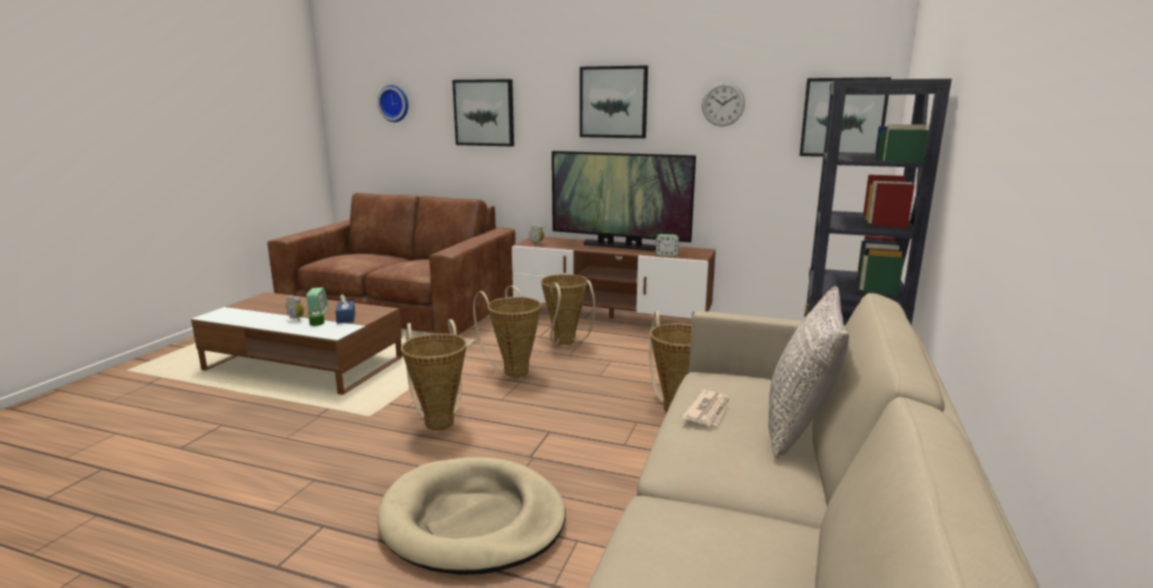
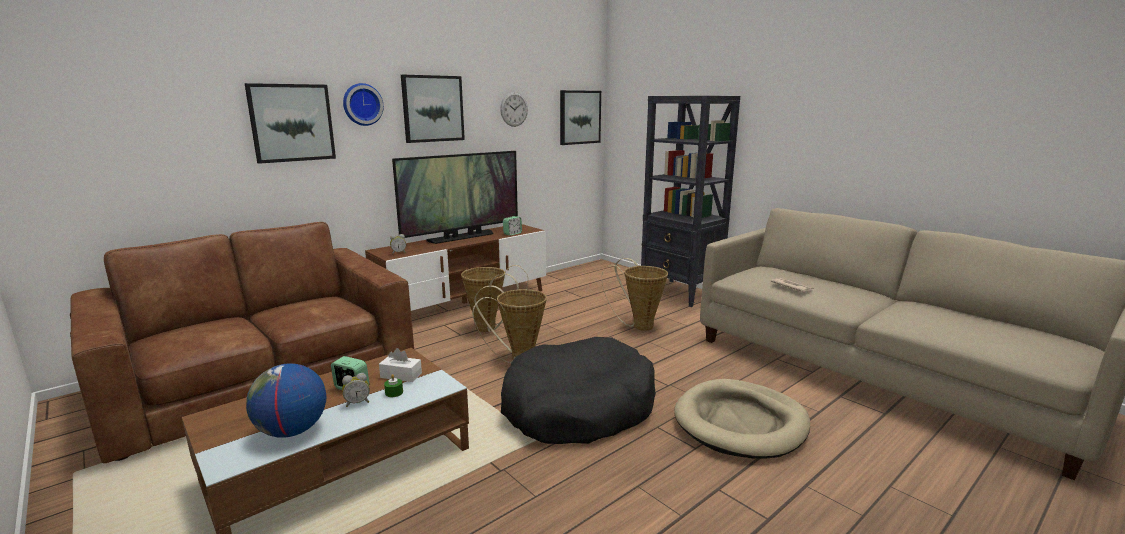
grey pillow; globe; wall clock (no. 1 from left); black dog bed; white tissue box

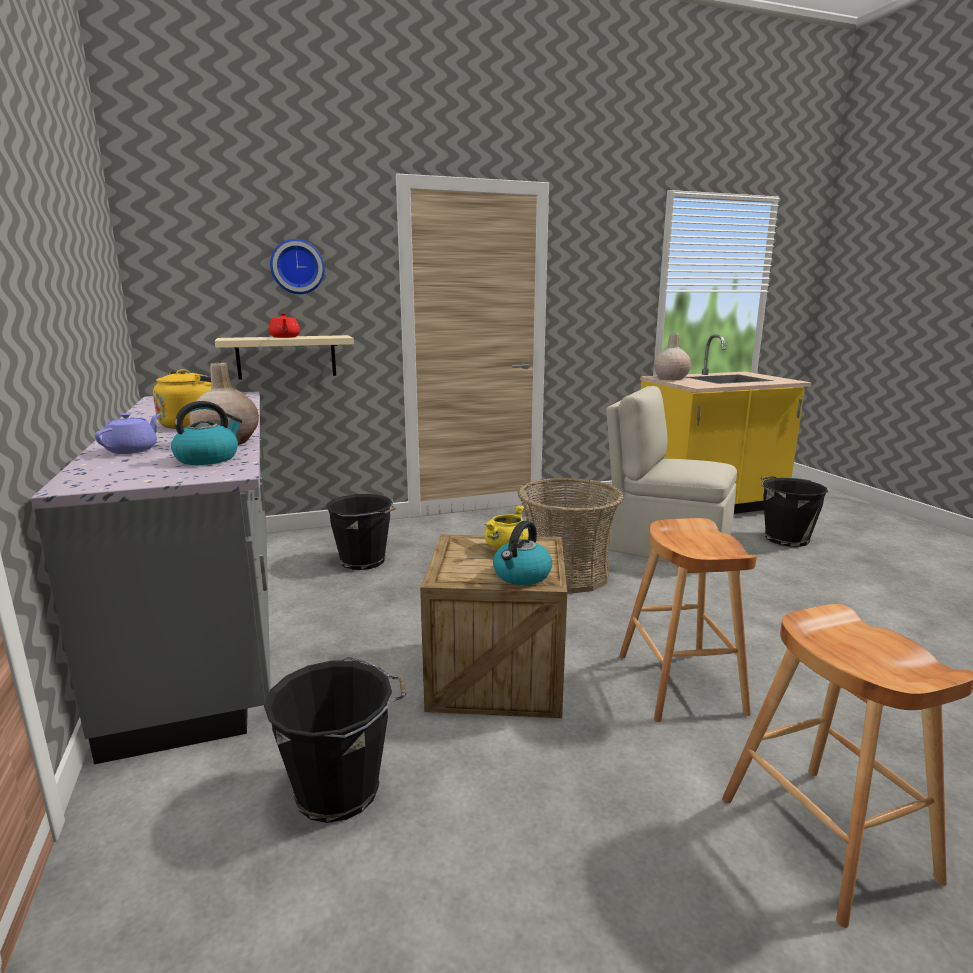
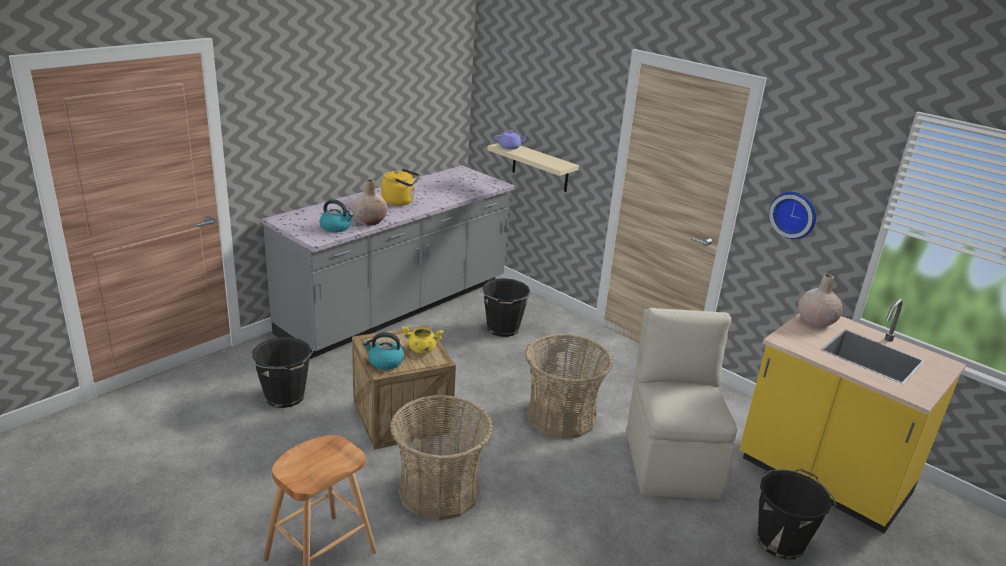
red teapot; purple teapot; wall clock; basket (no. 1 from left)

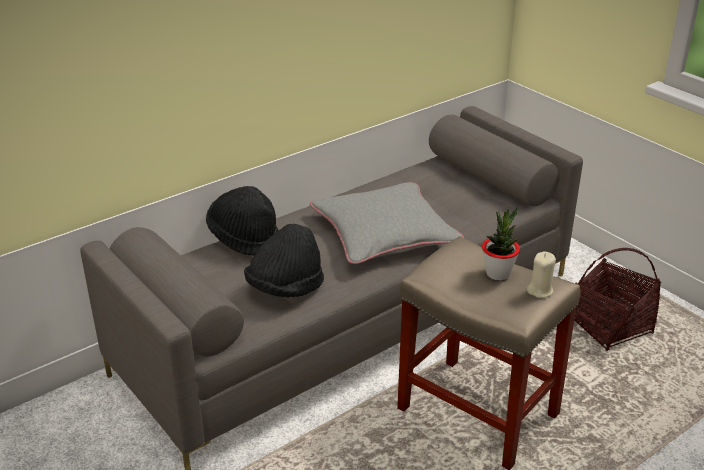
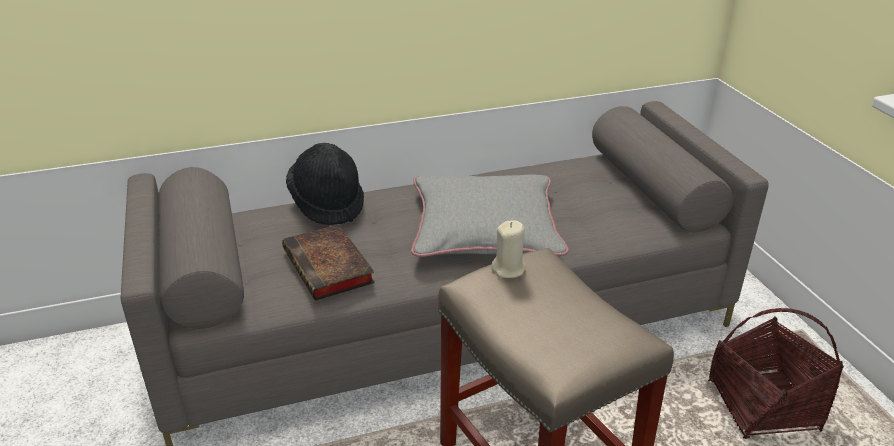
potted plant; beige candle; book

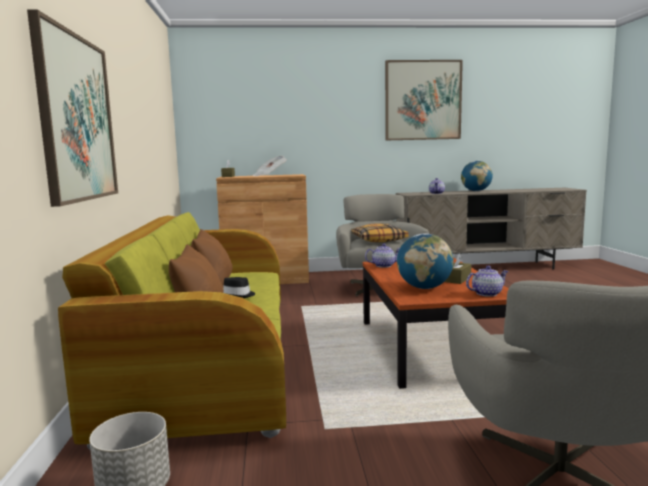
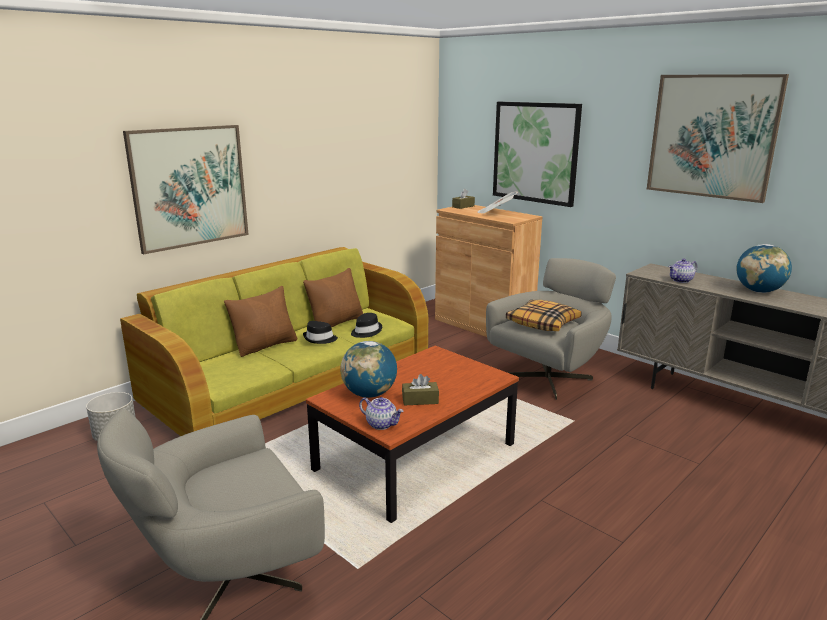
teapot (no. 1 from left in the first image); black hat (no. 2 from left); picture (no. 2 from left)

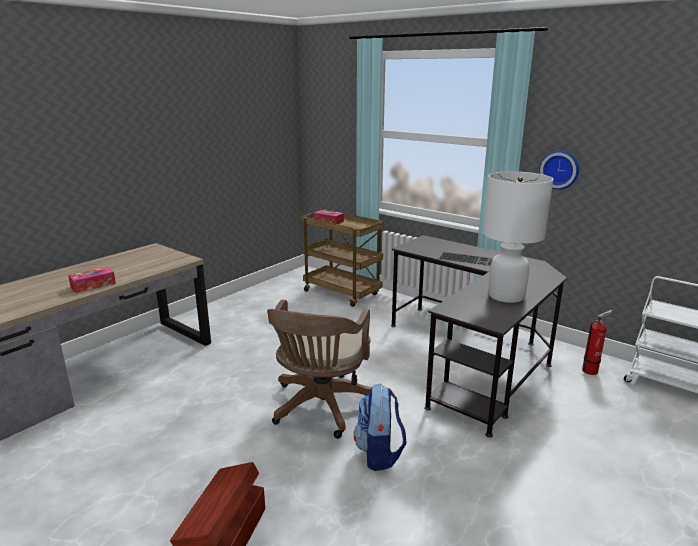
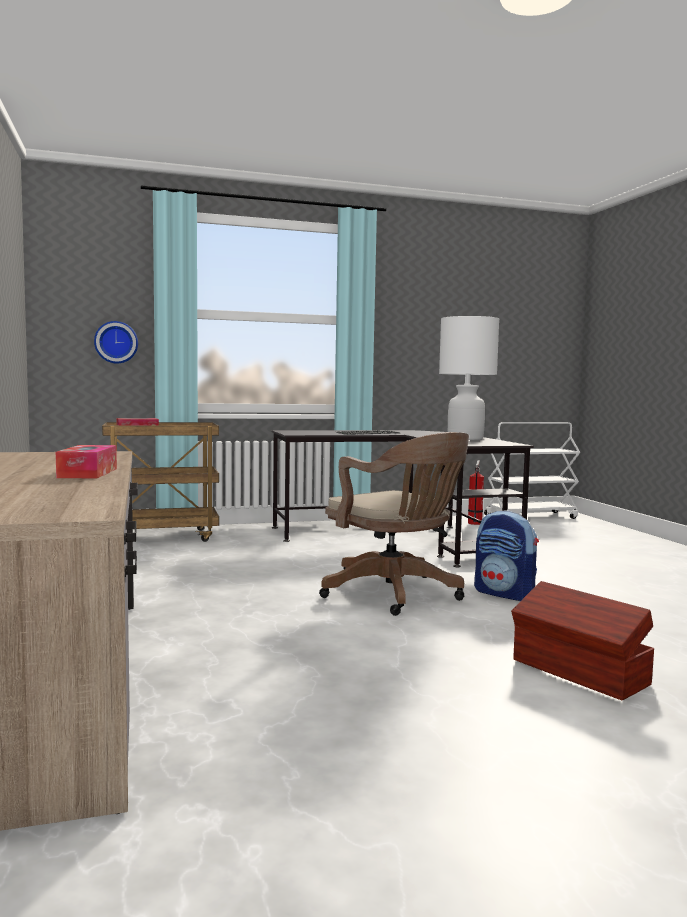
wall clock

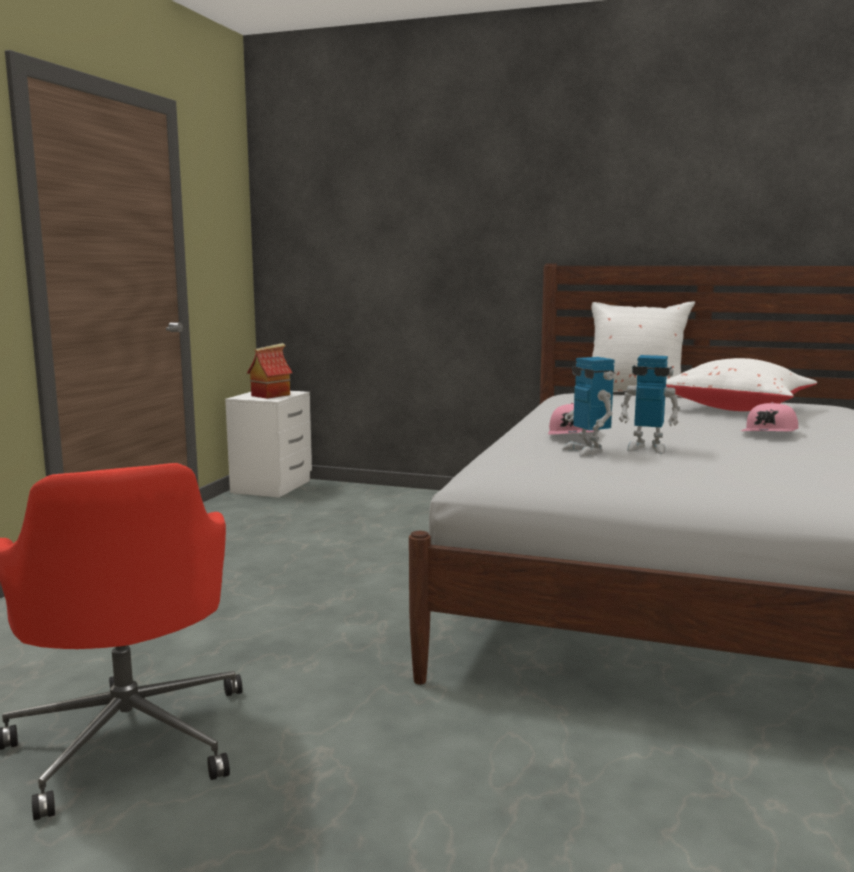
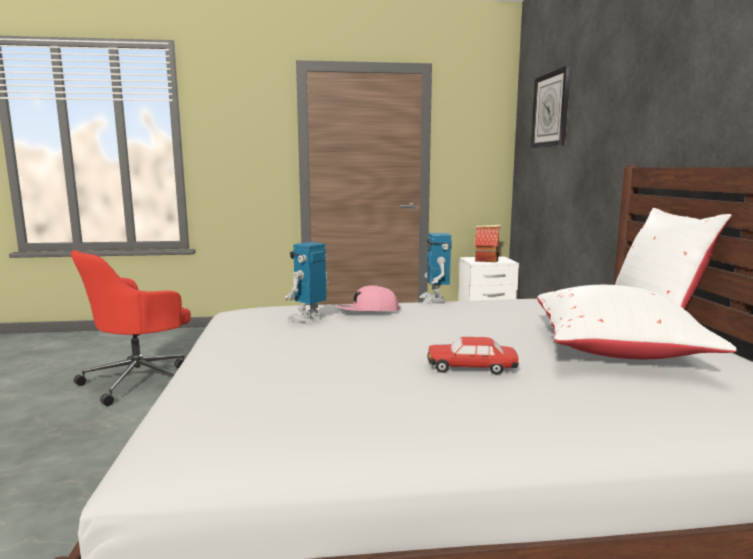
wall clock; toy robot (no. 2 from left); toy car

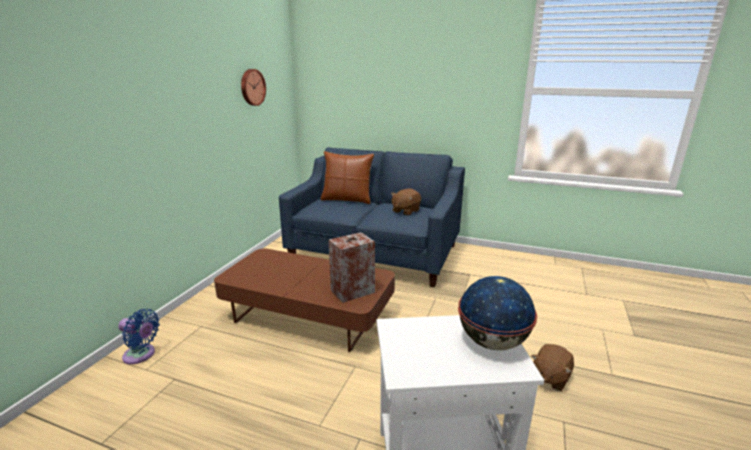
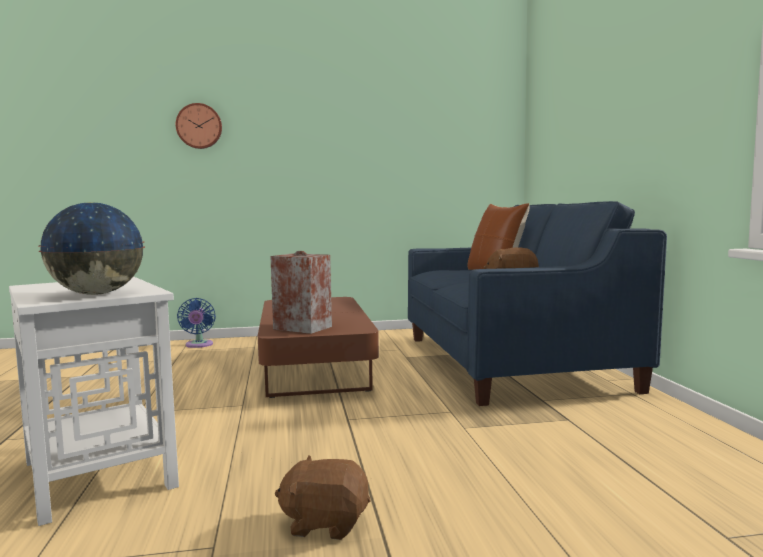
wall clock

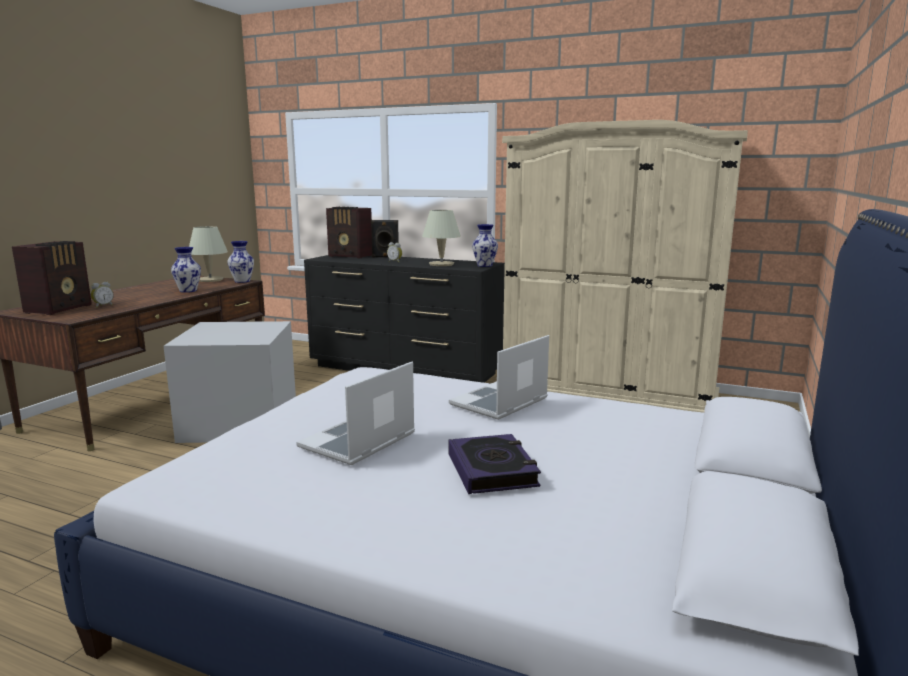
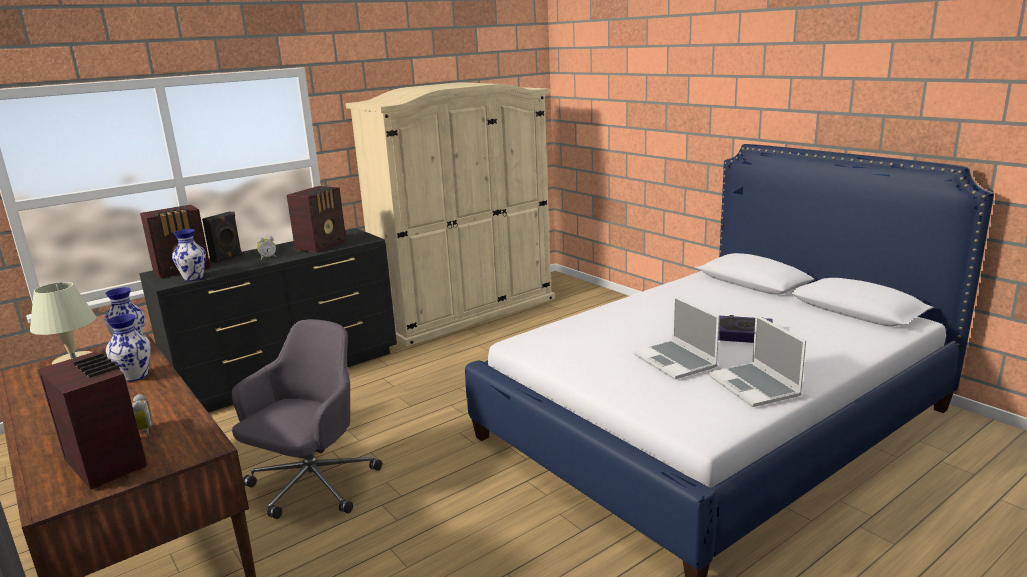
laptop (no. 2 from left); vase (no. 3 from left); grey office chair; radio (no. 3 from left)

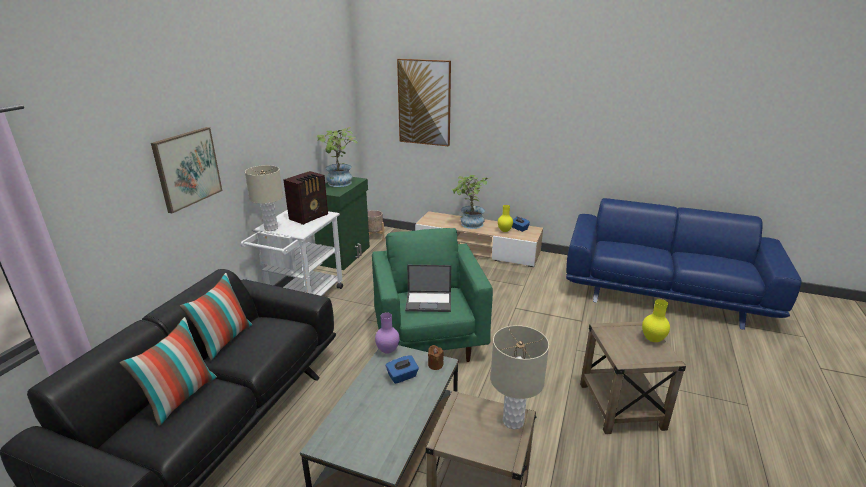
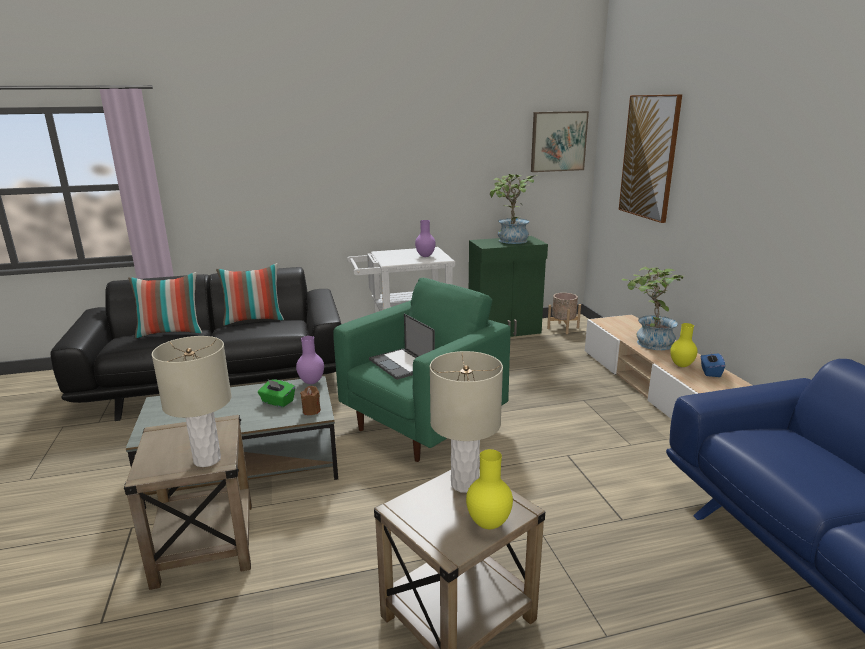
picture (no. 1 from left); beige table lamp (no. 2 from left); purple vase (no. 2 from left); green tissue box

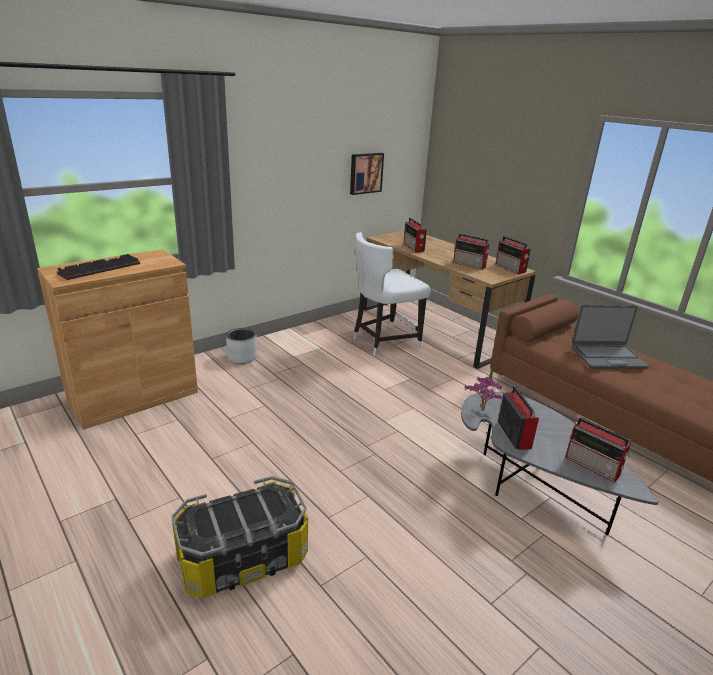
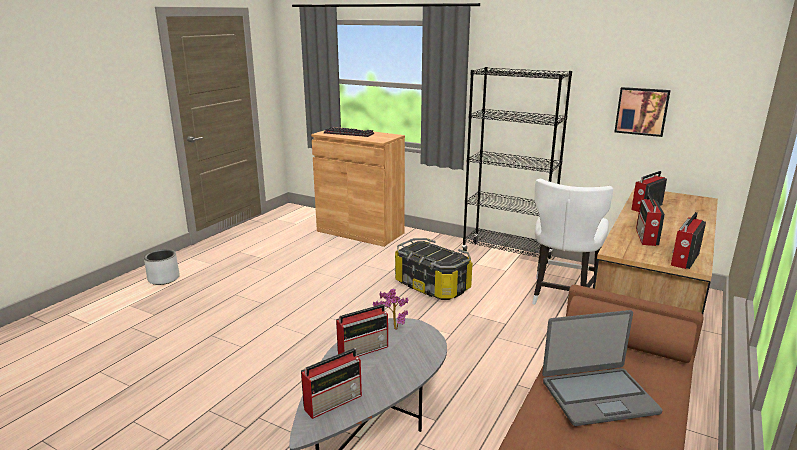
black bookcase; storage box; grey planter; white chair; radio (no. 1 from left); laptop

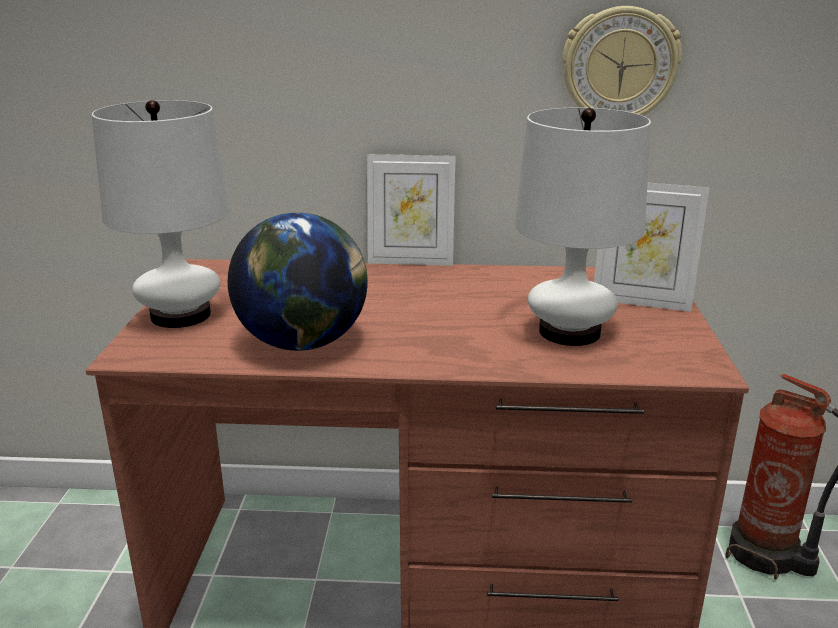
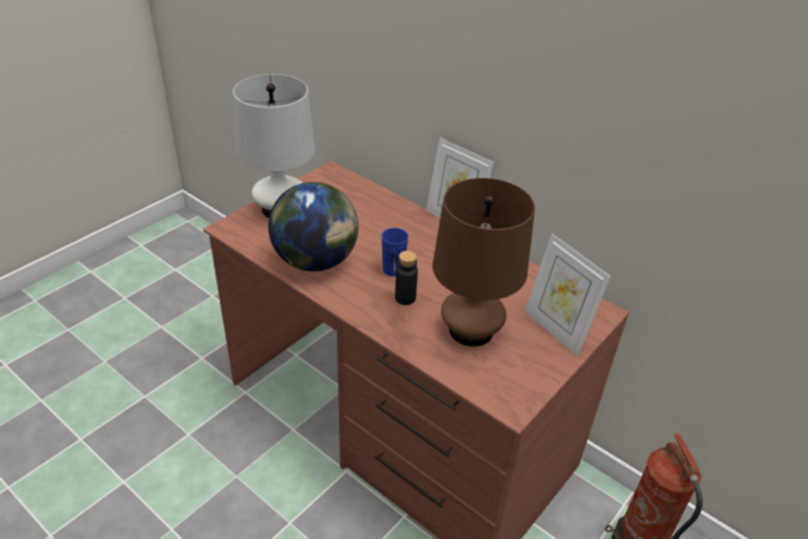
wall clock; blue cup; black bottle; brown table lamp

